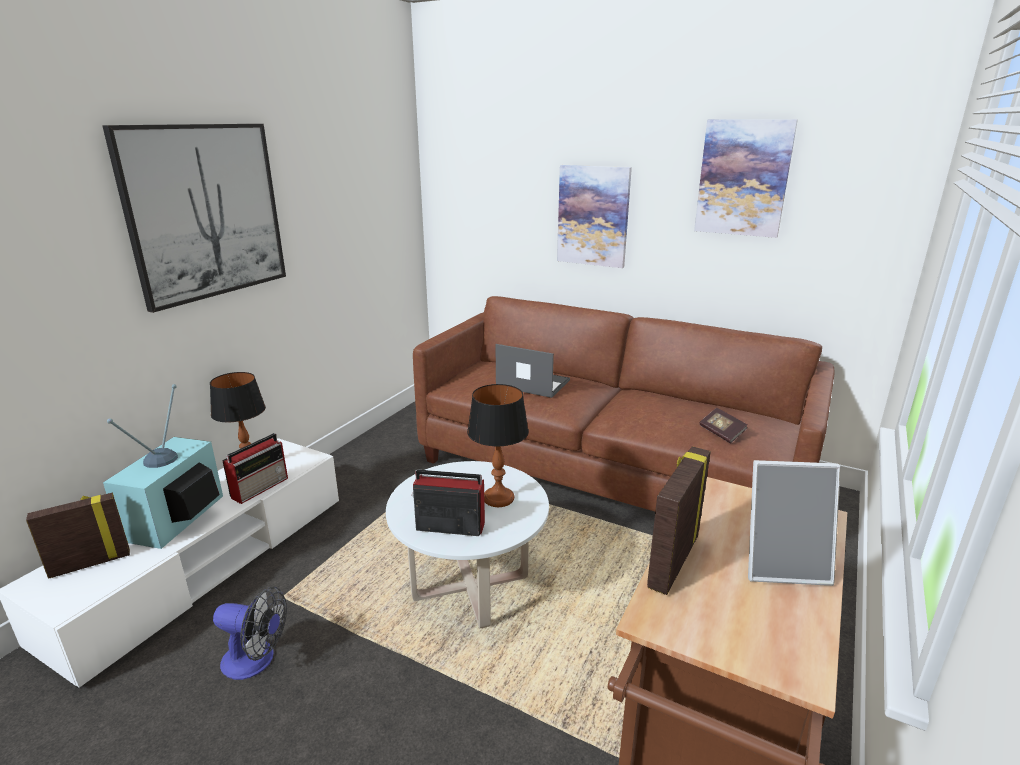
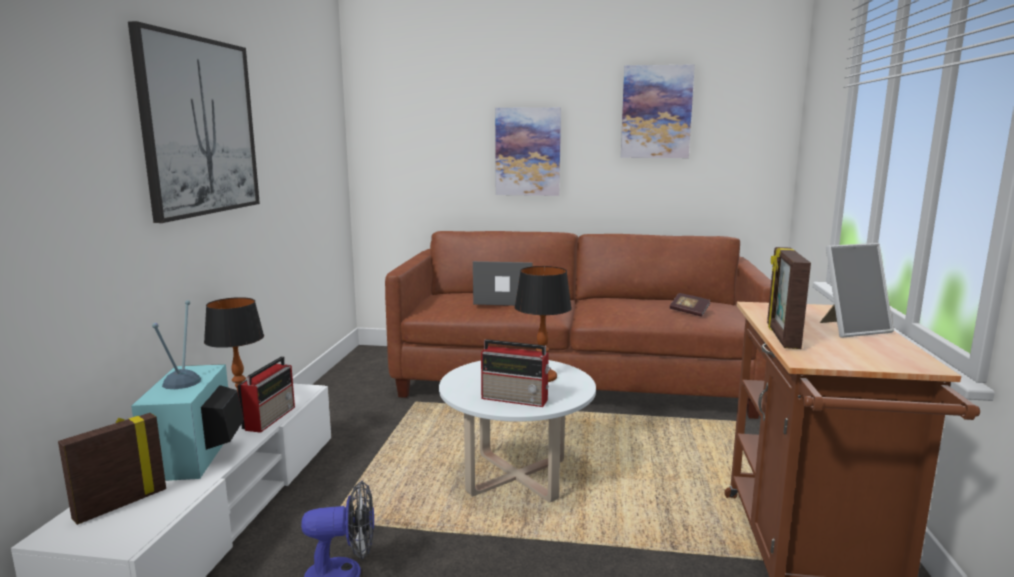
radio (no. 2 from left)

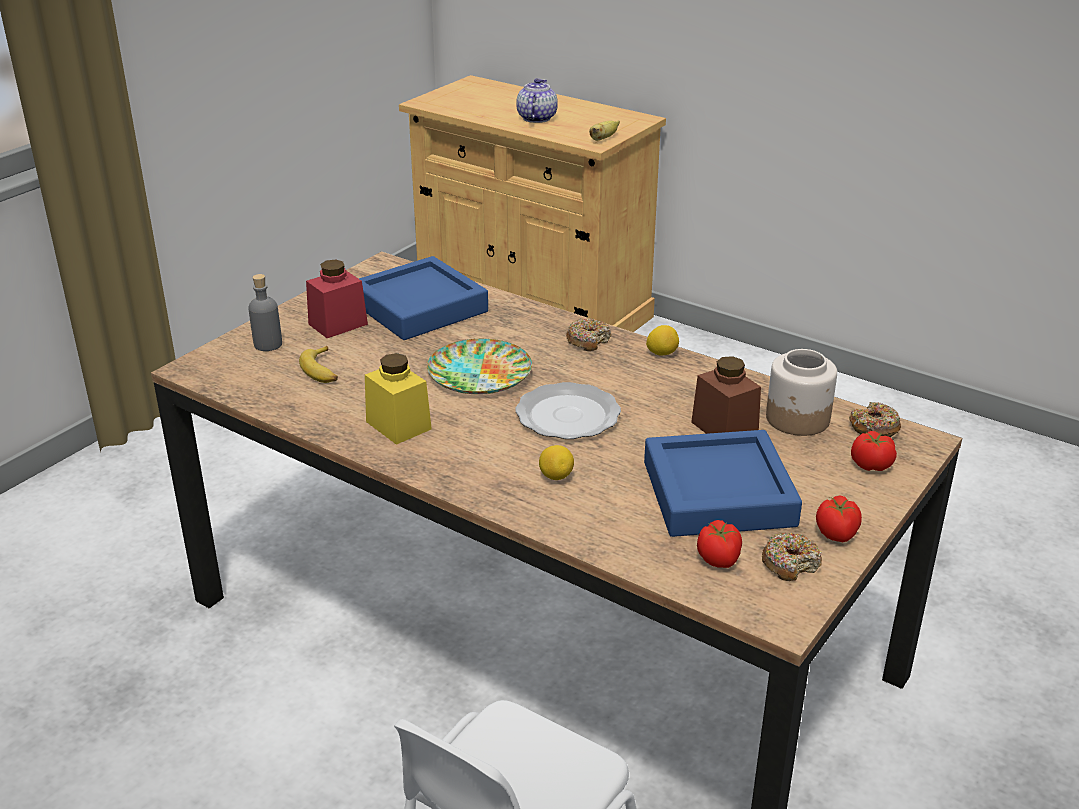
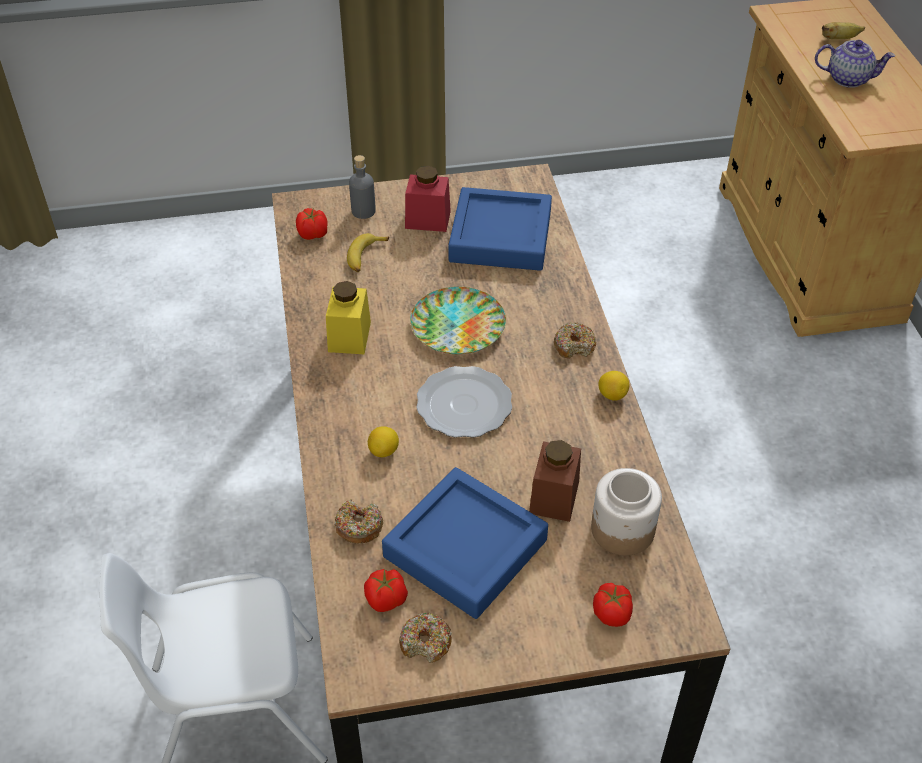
banana (no. 2 from left); tomato (no. 1 from left); donut (no. 1 from left); teapot

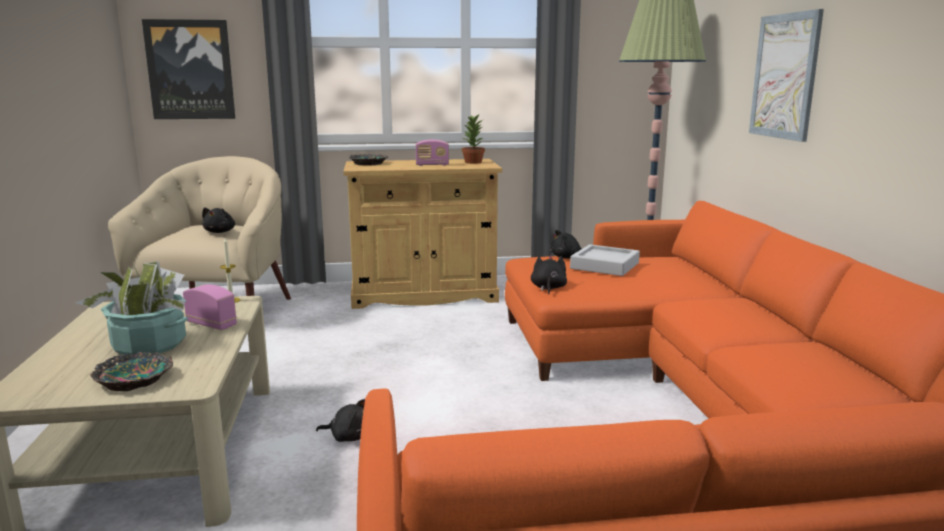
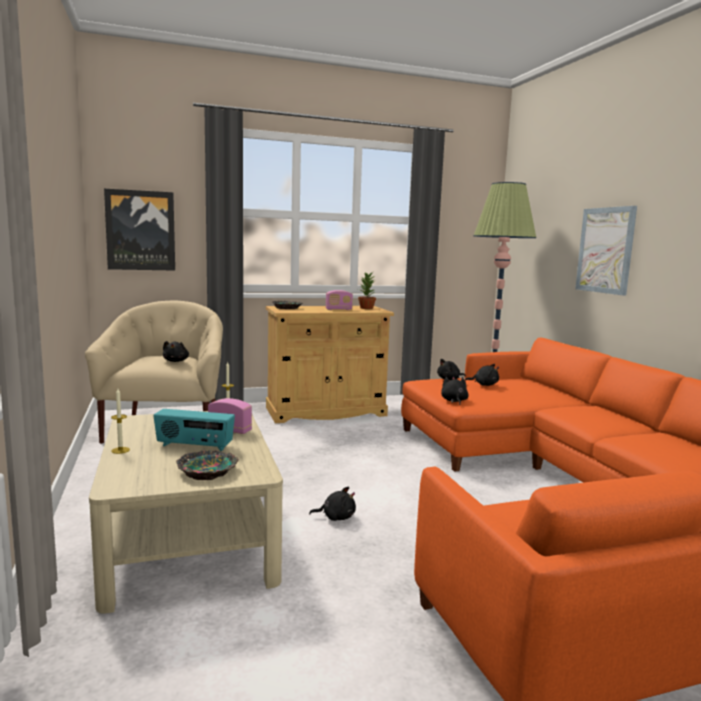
candle (no. 1 from left); radio (no. 1 from left); black plush toy (no. 5 from left)

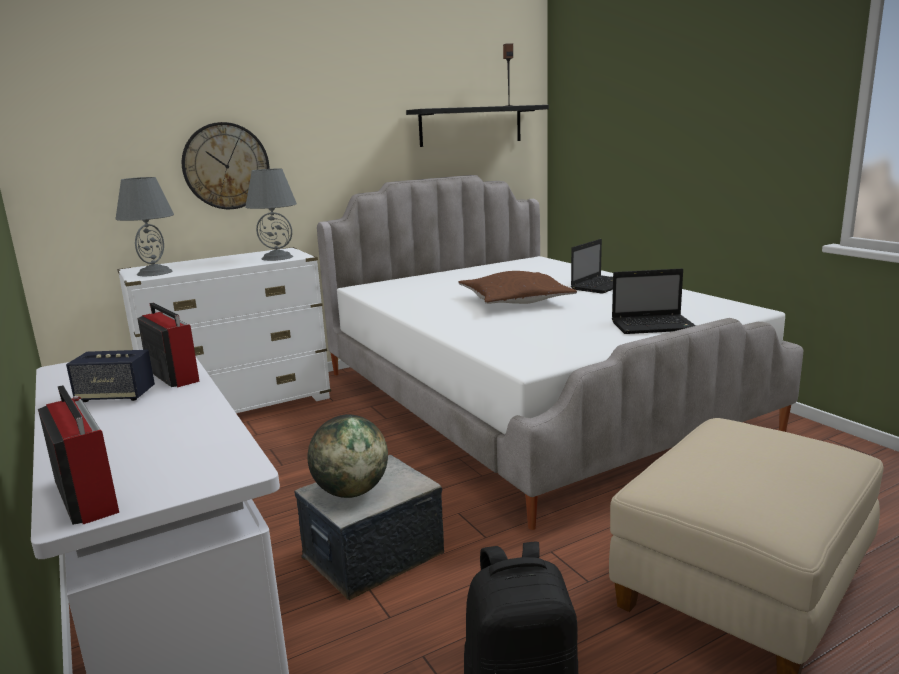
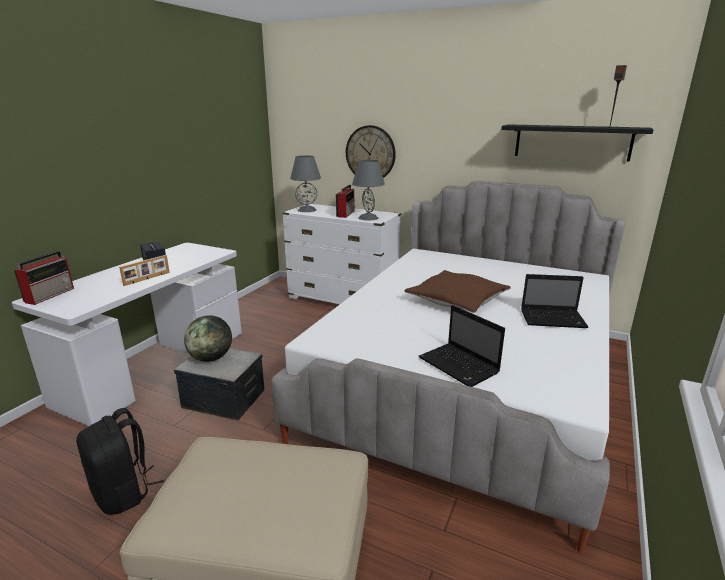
picture frame; radio (no. 2 from left)

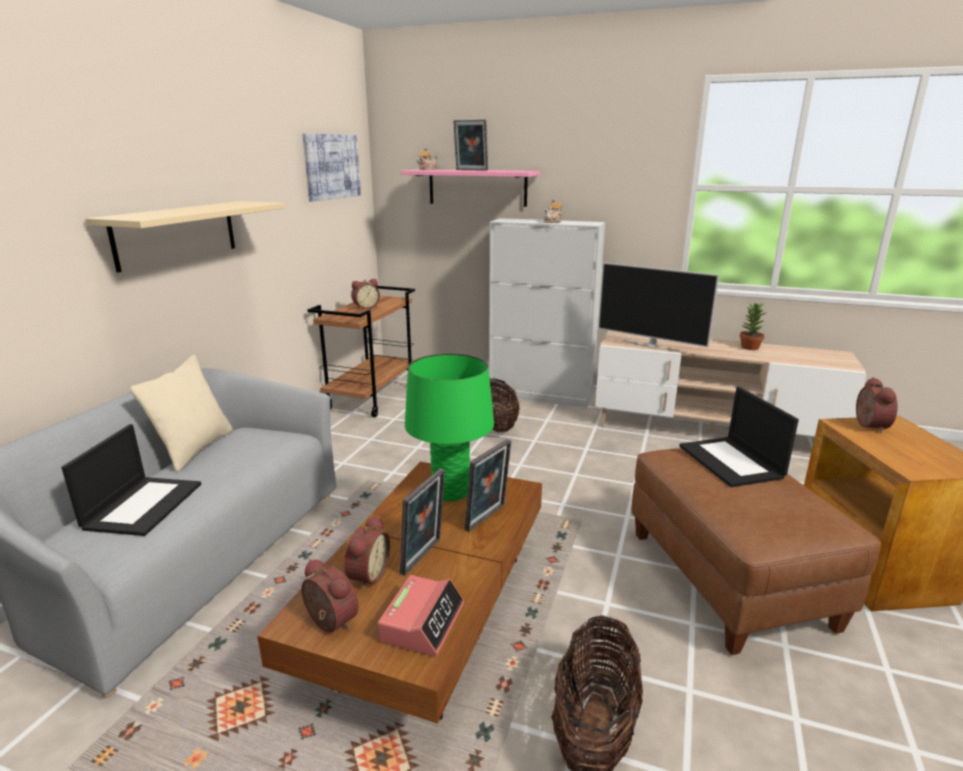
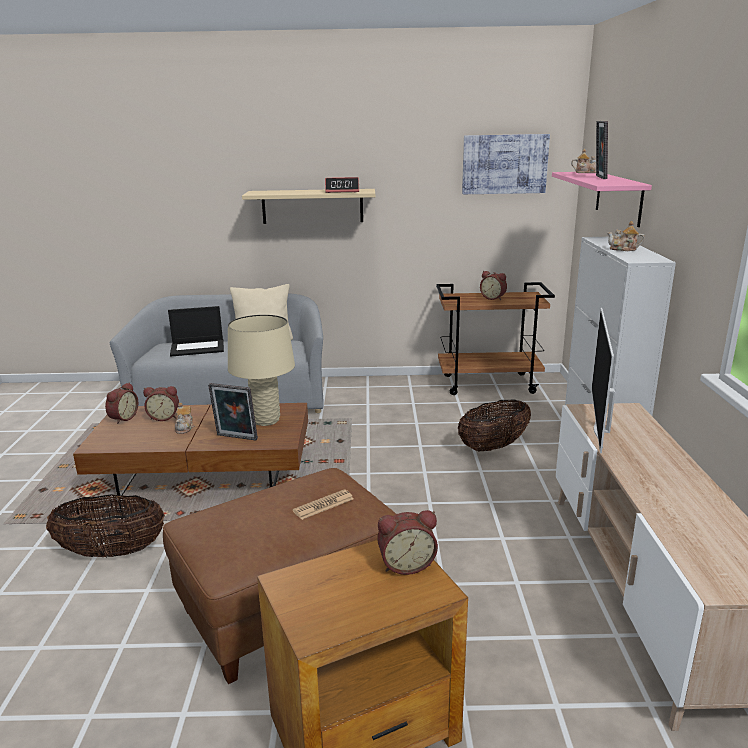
potted plant; alarm clock (no. 3 from left); teapot (no. 1 from left); newspaper; beige table lamp

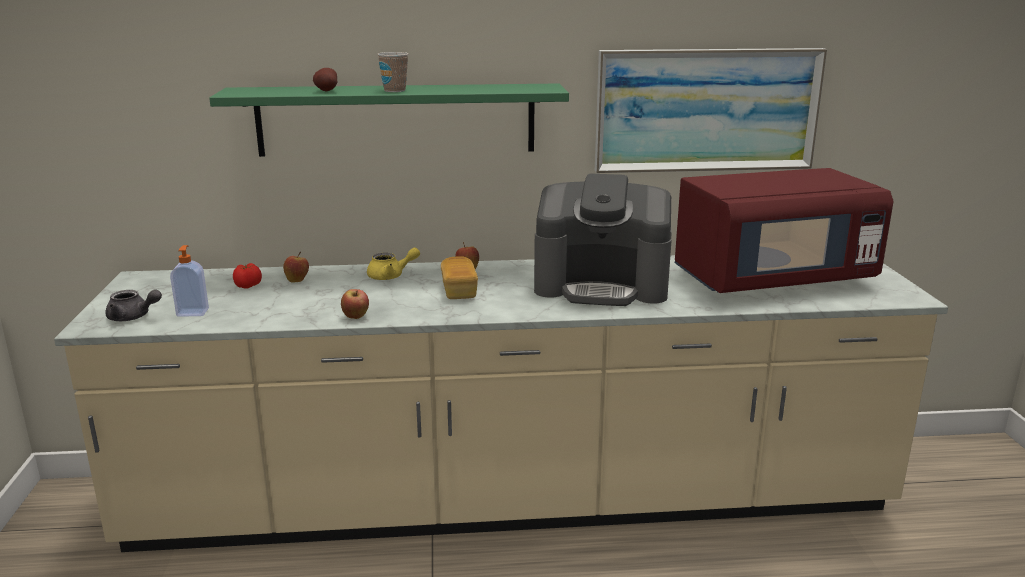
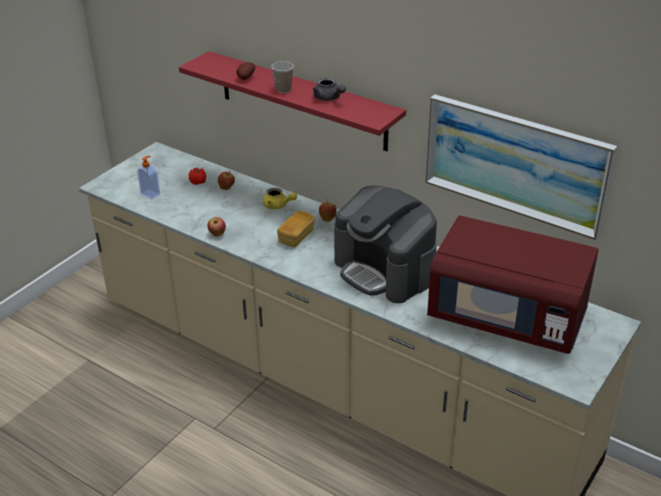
grey teapot; red shelf

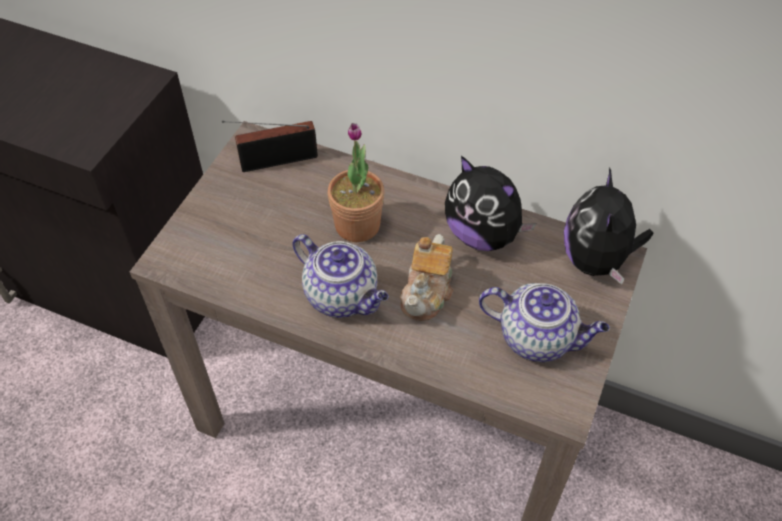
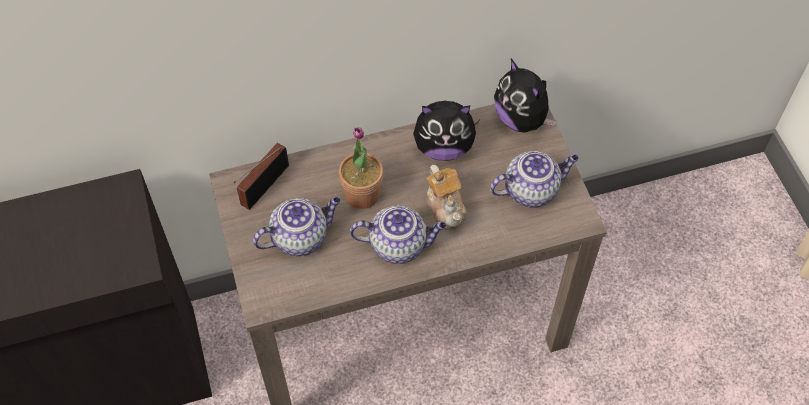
teapot (no. 1 from left)

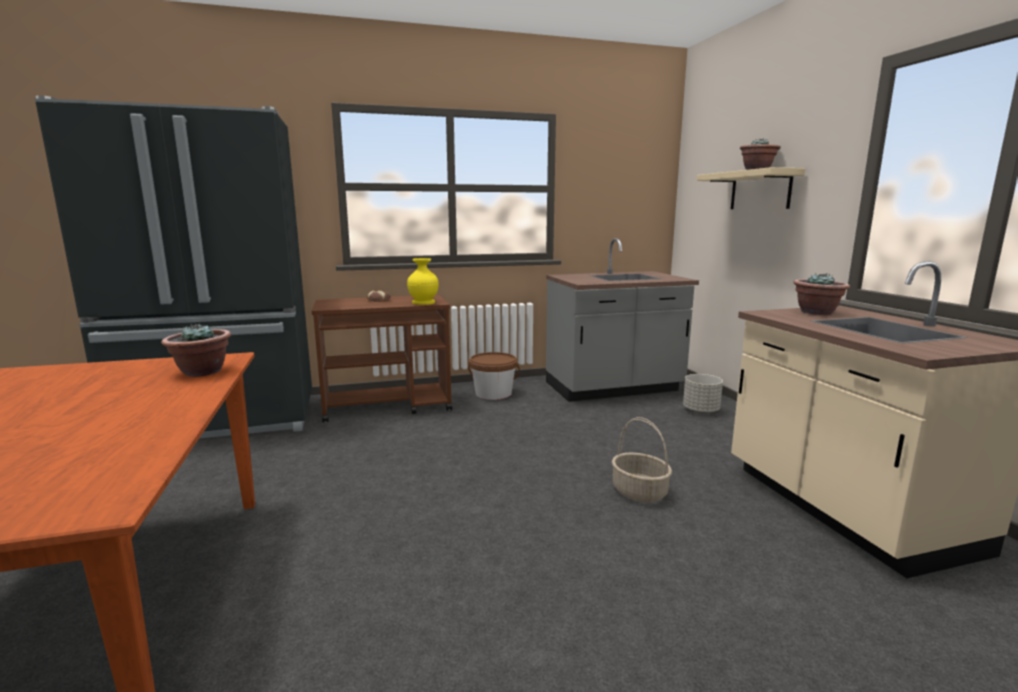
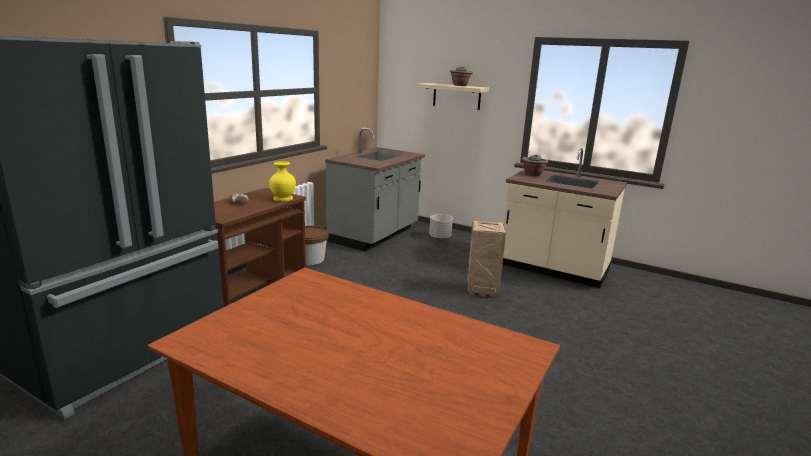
potted plant (no. 1 from left in the first image); crate

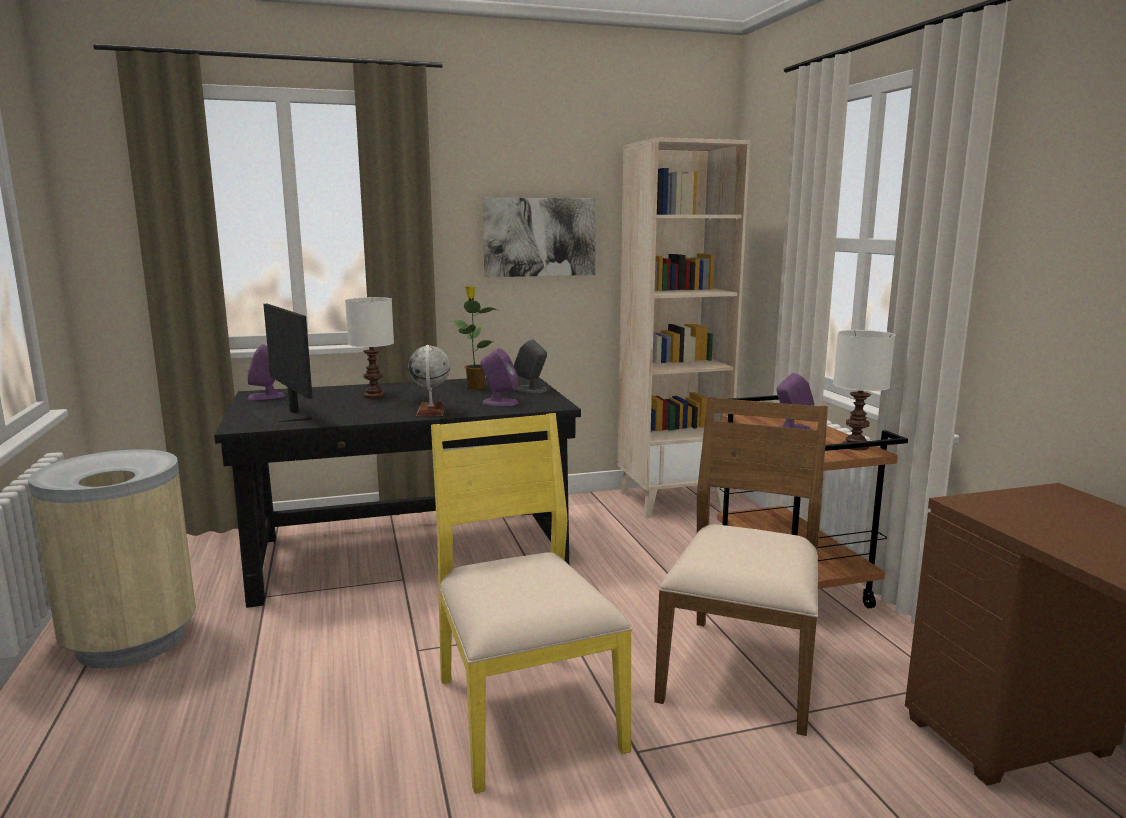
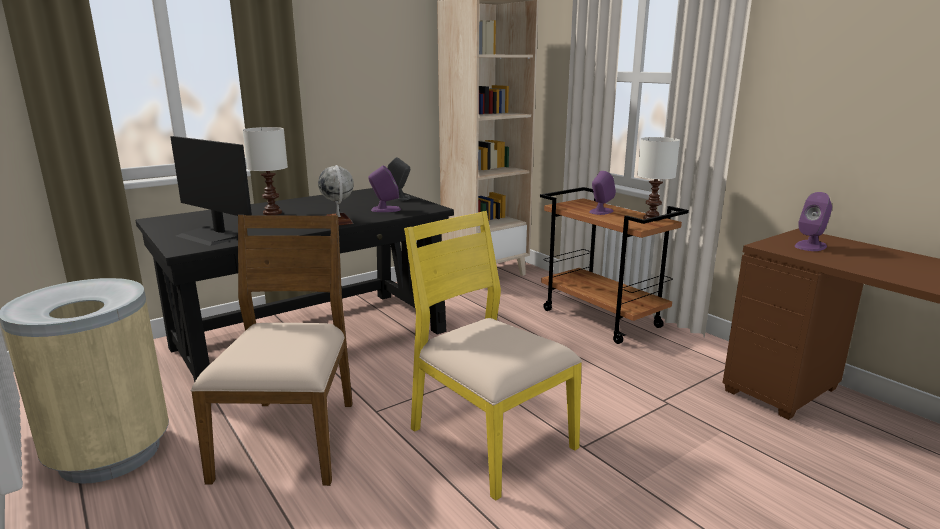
potted plant; picture; purple speaker (no. 3 from left); brown chair

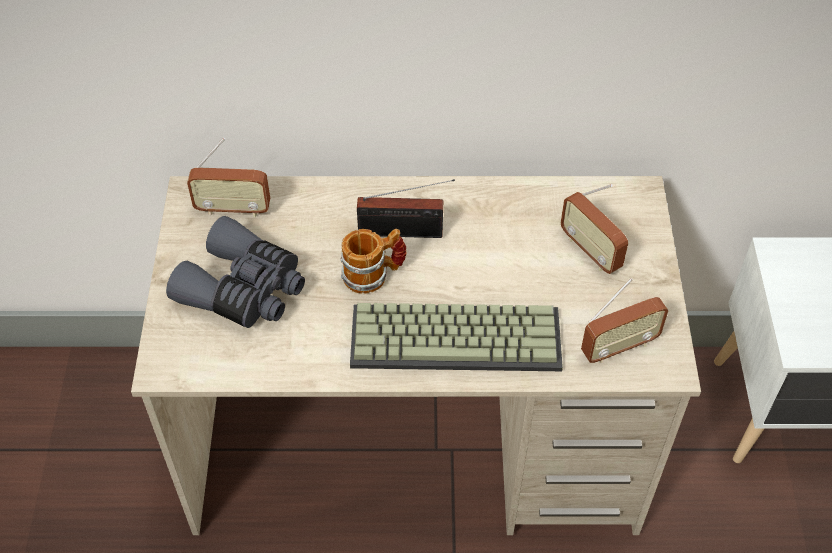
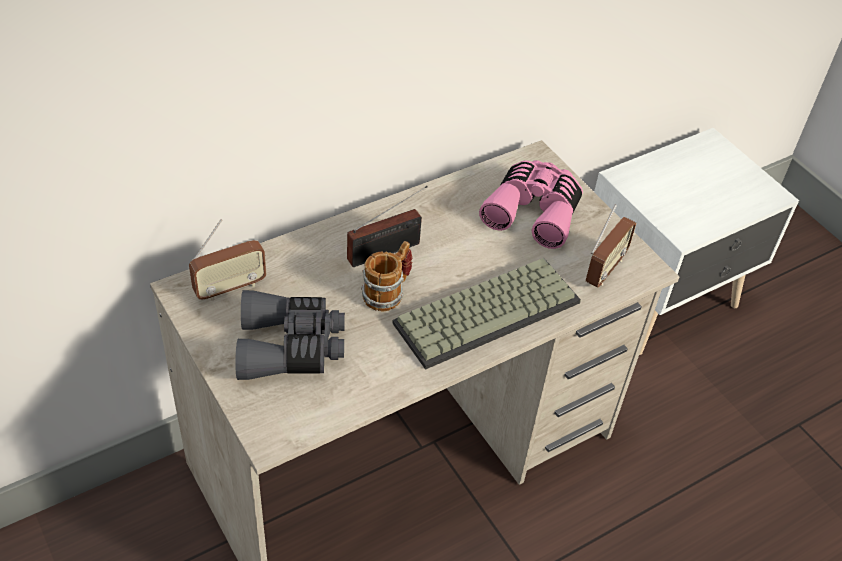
pink binoculars

